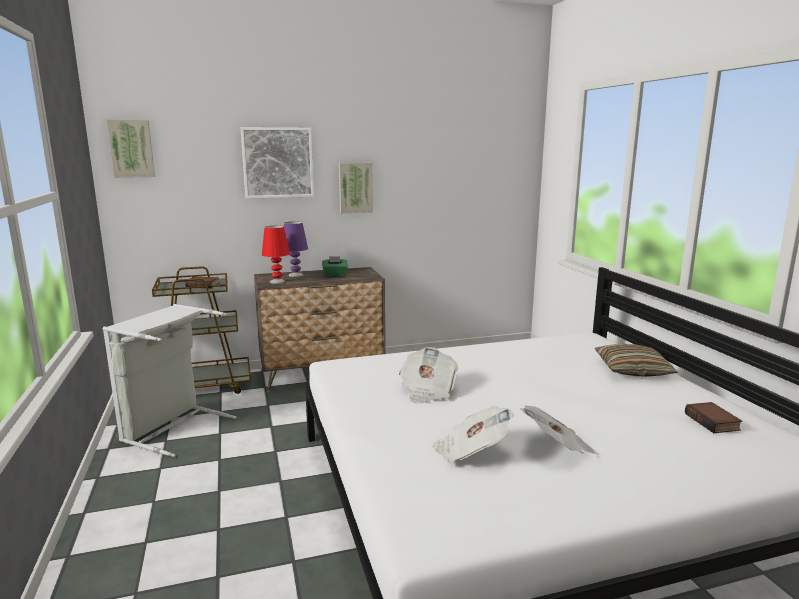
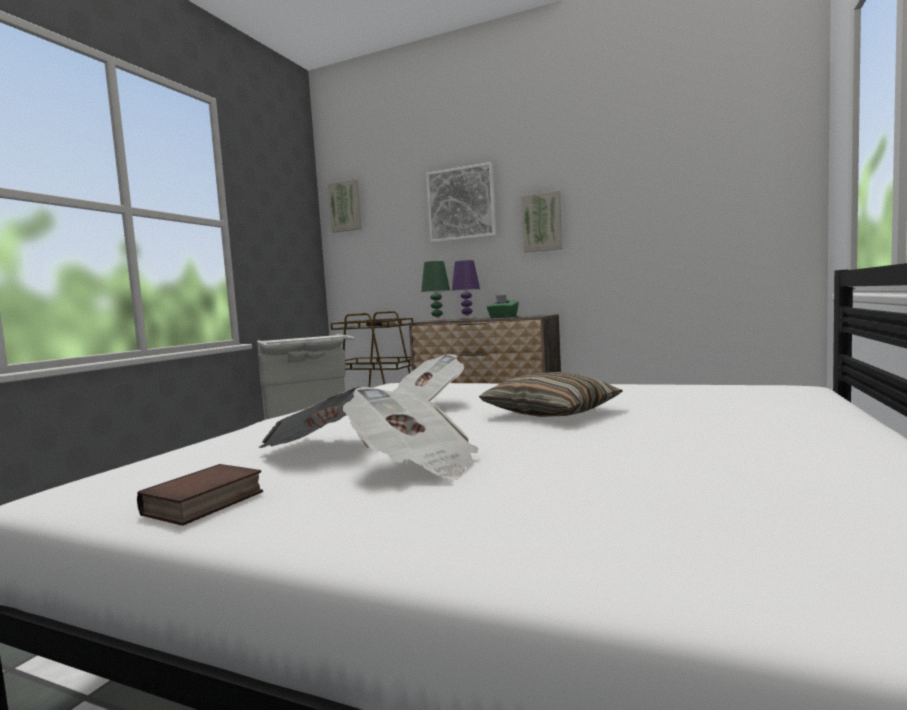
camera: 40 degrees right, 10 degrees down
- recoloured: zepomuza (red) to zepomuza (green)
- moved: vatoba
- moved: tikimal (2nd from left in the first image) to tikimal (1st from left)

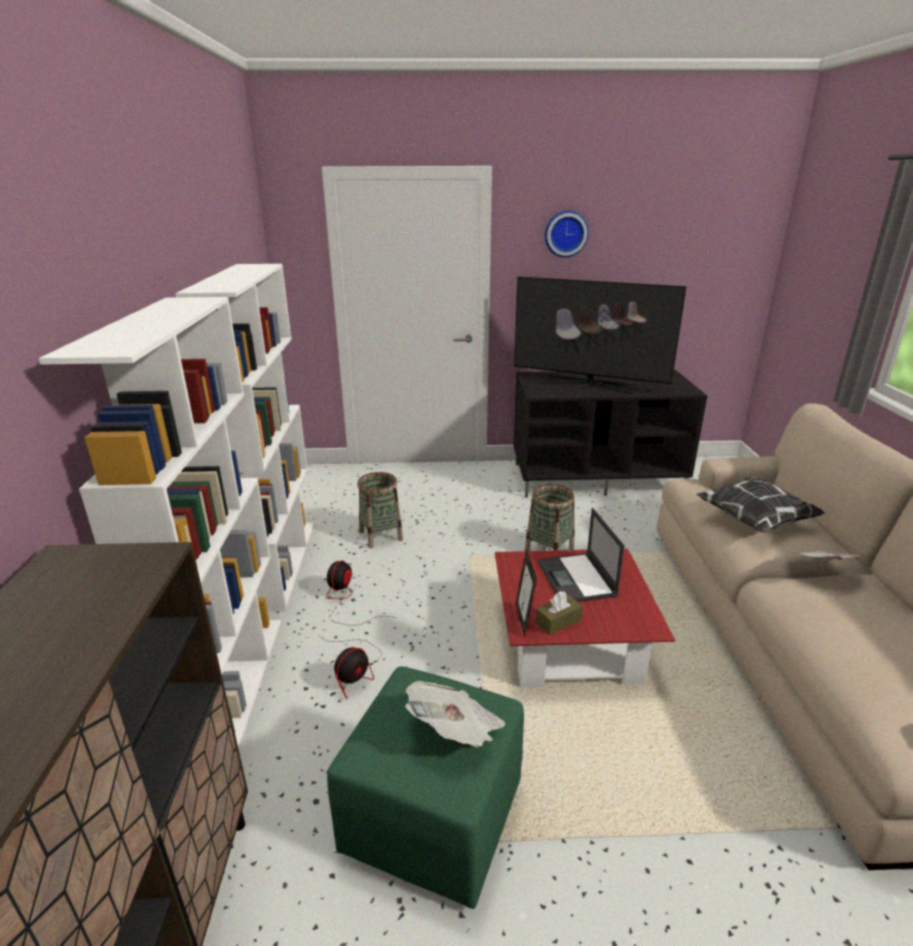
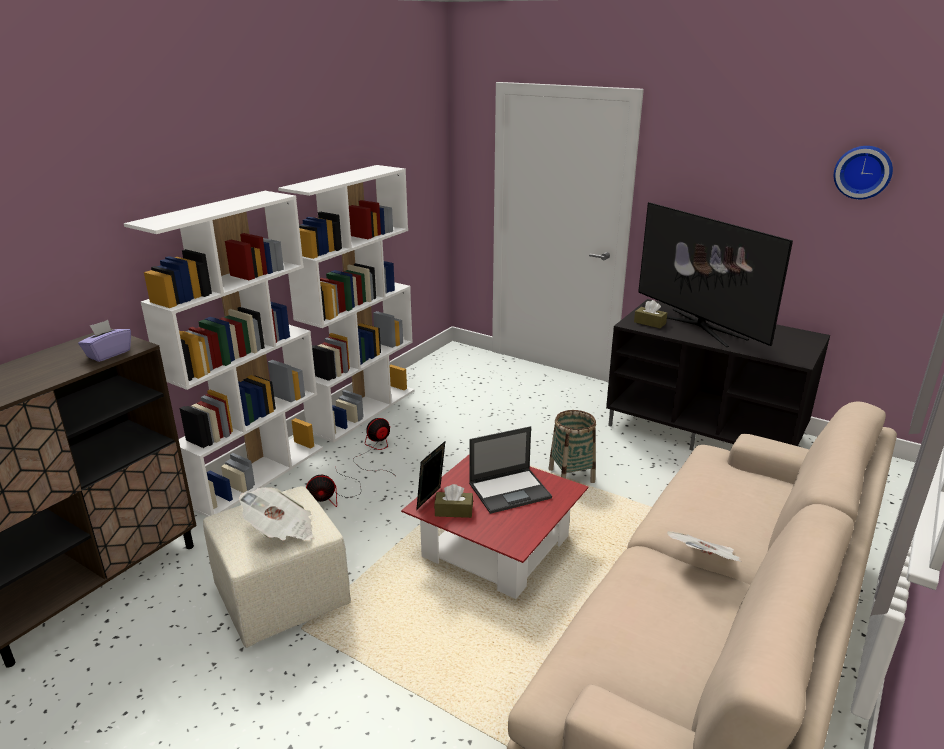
camera: 35 degrees right, 0 degrees up
- moved: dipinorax
- removed: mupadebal (1st from left)
- removed: vatoba
- turned: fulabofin 135 degrees counterclockwise
- recoloured: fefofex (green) to fefofex (beige)
- added: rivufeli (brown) (2nd from left)
- added: rivufeli (purple)

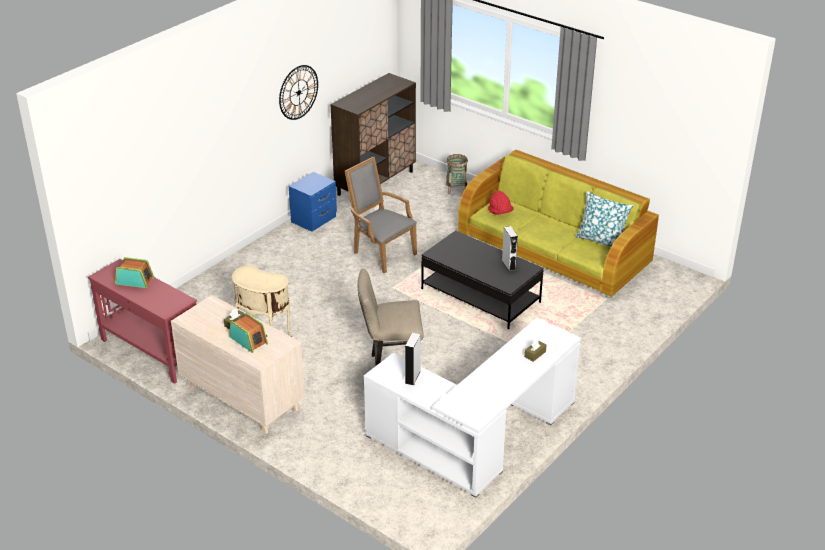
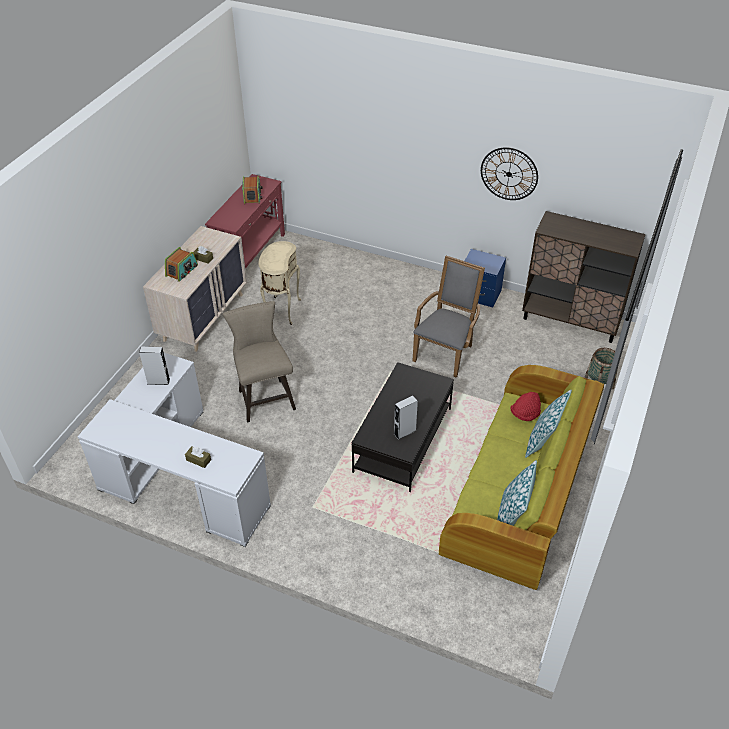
camera: 75 degrees right, 10 degrees up
- added: vatoba (2nd from left)

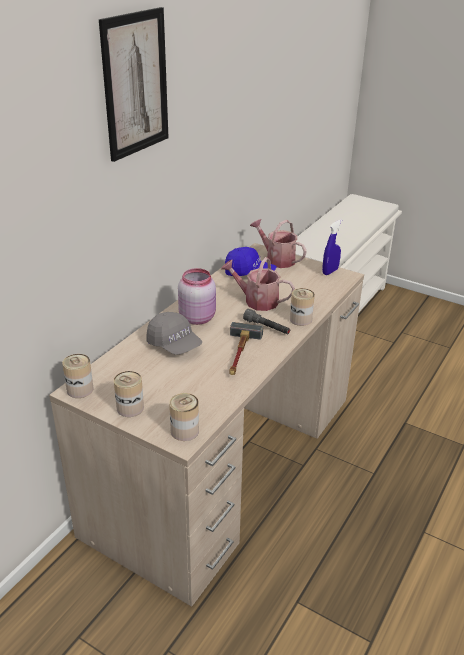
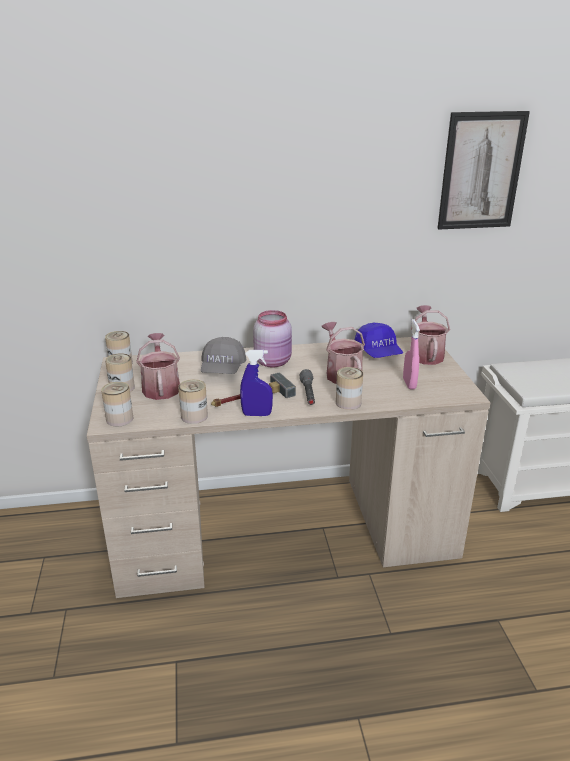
camera: 50 degrees right, 5 degrees down
- moved: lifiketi
- moved: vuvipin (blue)
- added: vuvipin (pink)
- added: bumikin (1st from left)
- added: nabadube (4th from left)

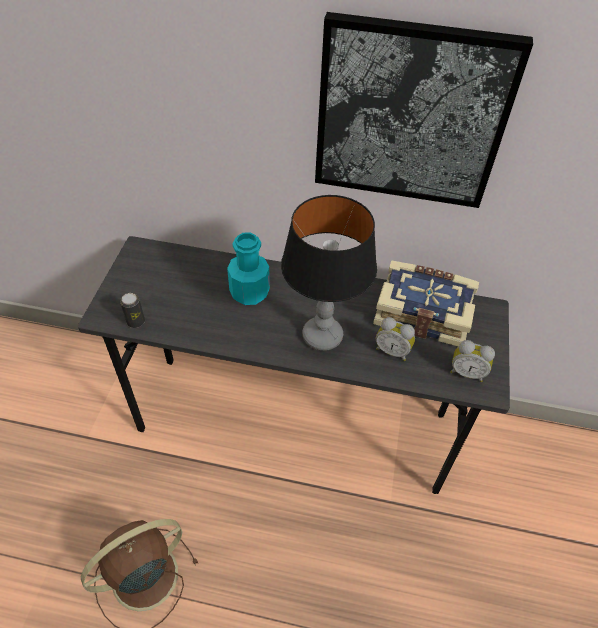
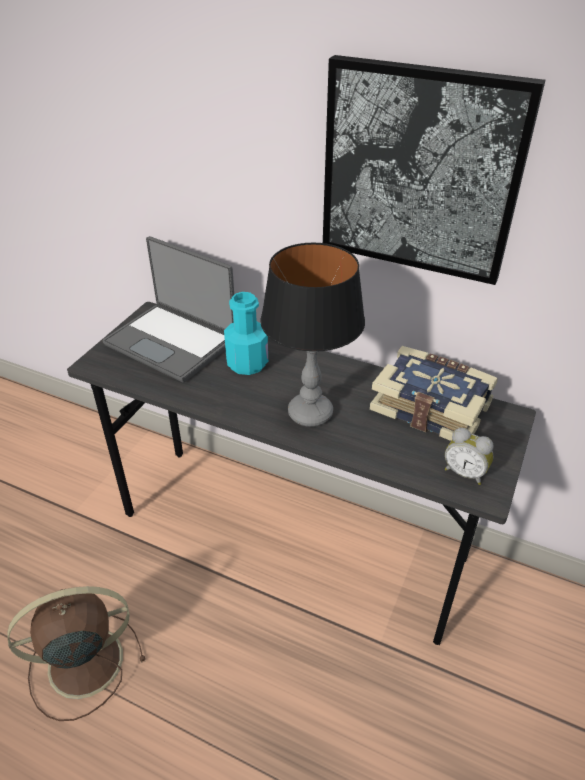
camera: 15 degrees right, 10 degrees down
- removed: nabadube
- removed: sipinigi (1st from left)
- added: fulabofin

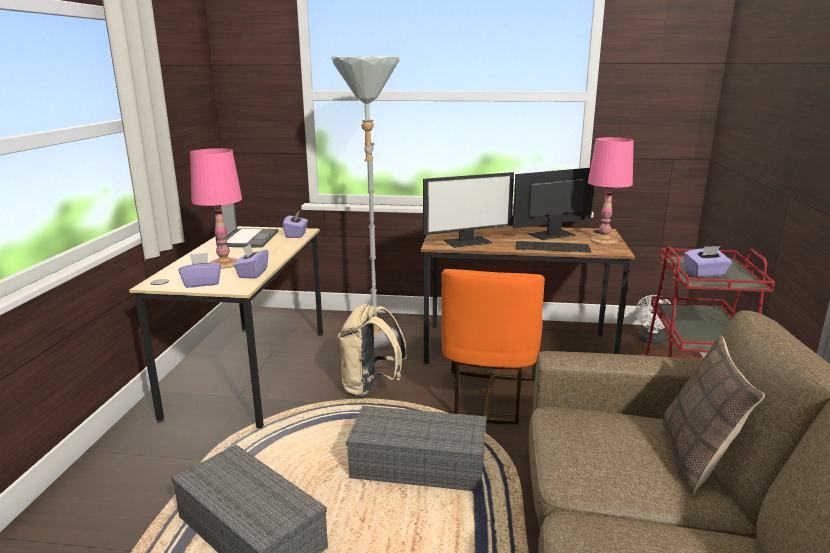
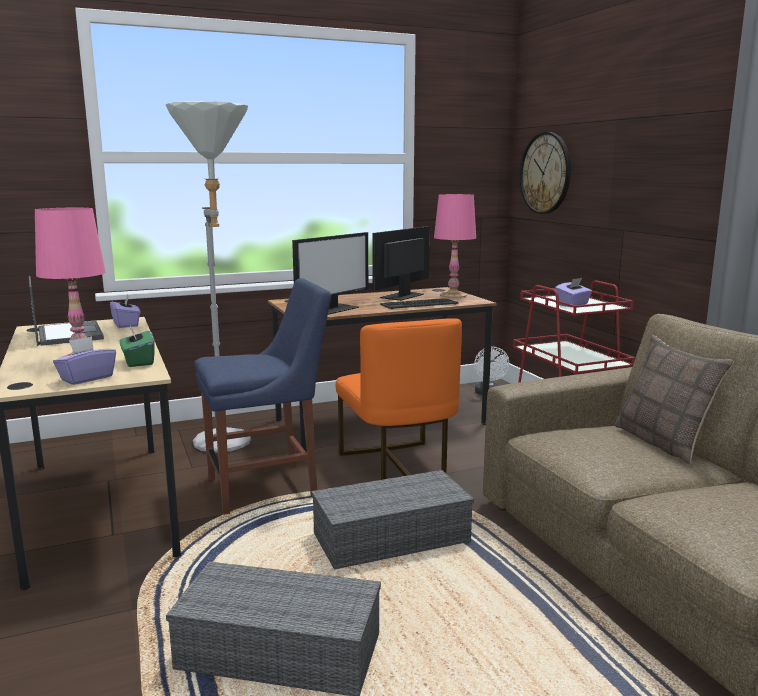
camera: 30 degrees left, 5 degrees down
- recoloured: rivufeli (purple) (2nd from left) to rivufeli (green)
- replaced: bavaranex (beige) to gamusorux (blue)
- added: dipinorax

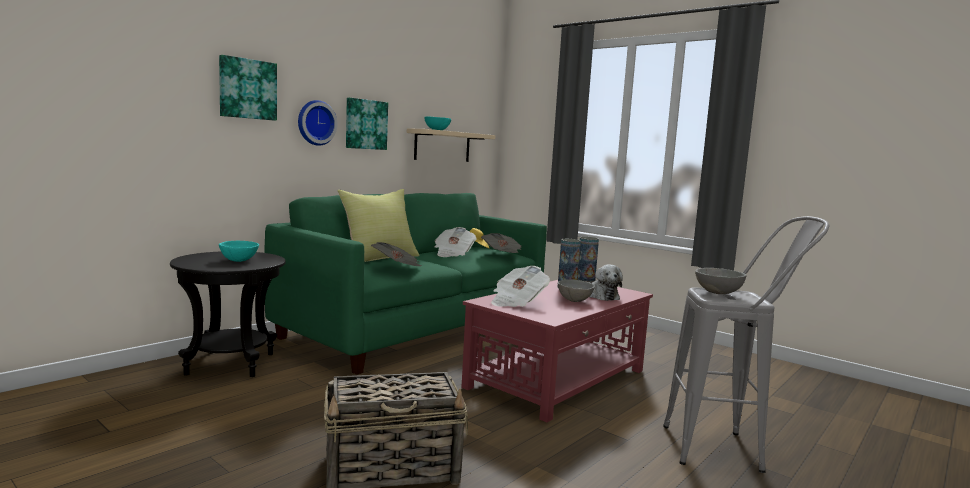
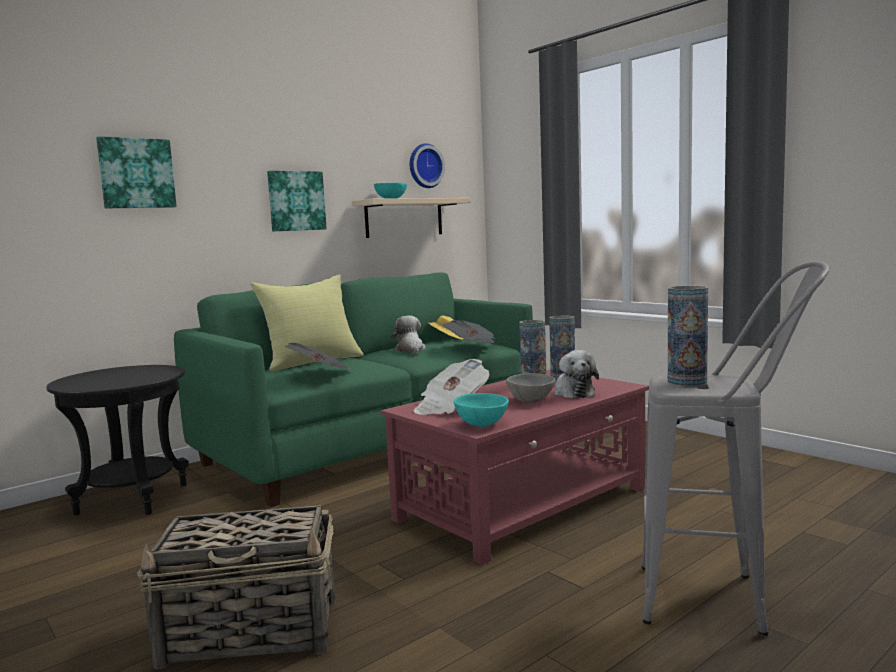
camera: 10 degrees right, 0 degrees up
- moved: dipinorax
- replaced: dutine (2nd from left) to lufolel (1st from left)
- moved: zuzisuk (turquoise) (1st from left in the first image) to zuzisuk (turquoise) (2nd from left)
- replaced: zuzisuk (grey) (2nd from left) to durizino (3rd from left)

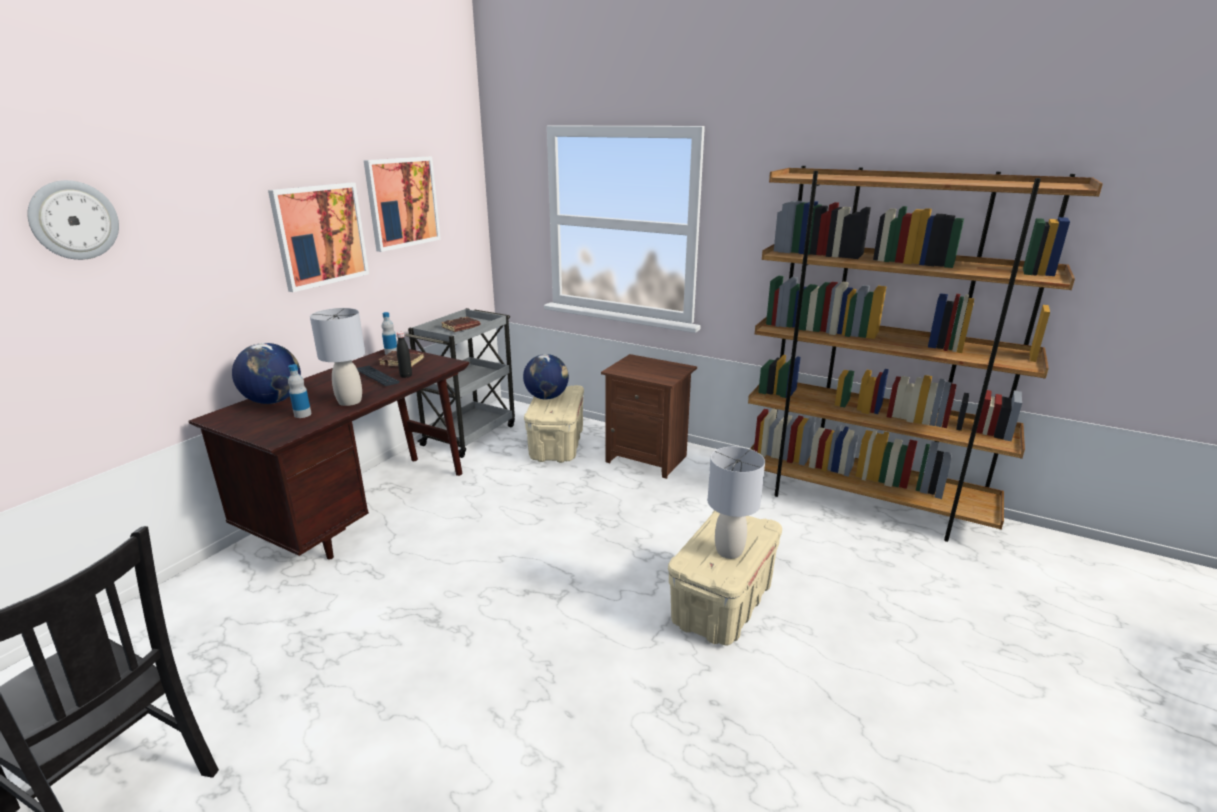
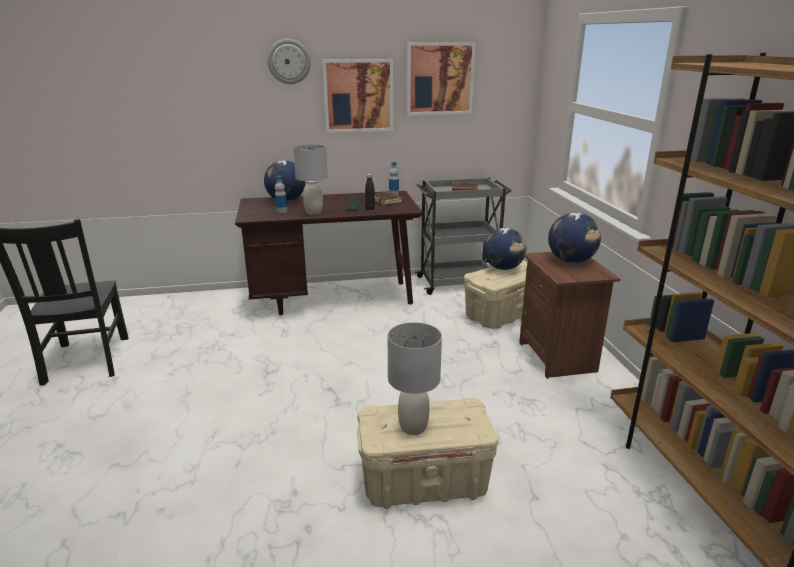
camera: 50 degrees right, 0 degrees up
- moved: dipinorax
- added: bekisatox (3rd from left)

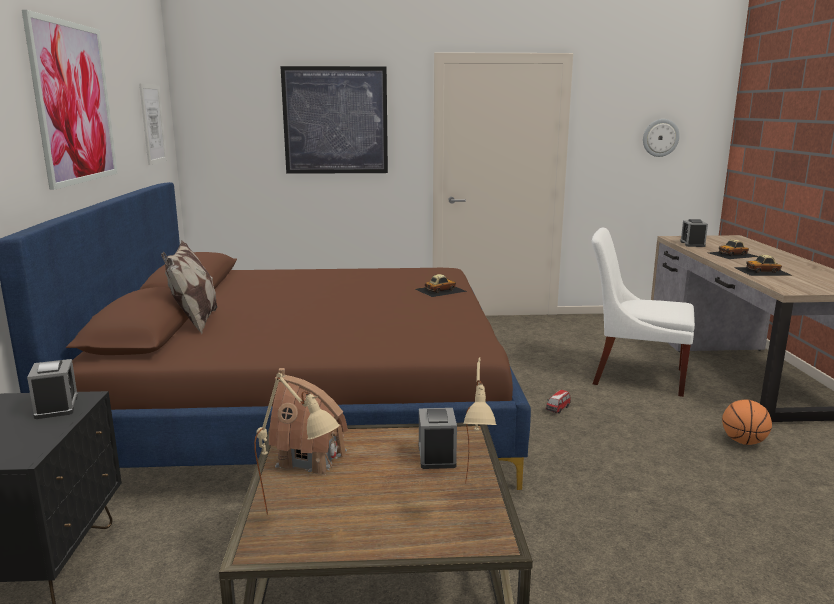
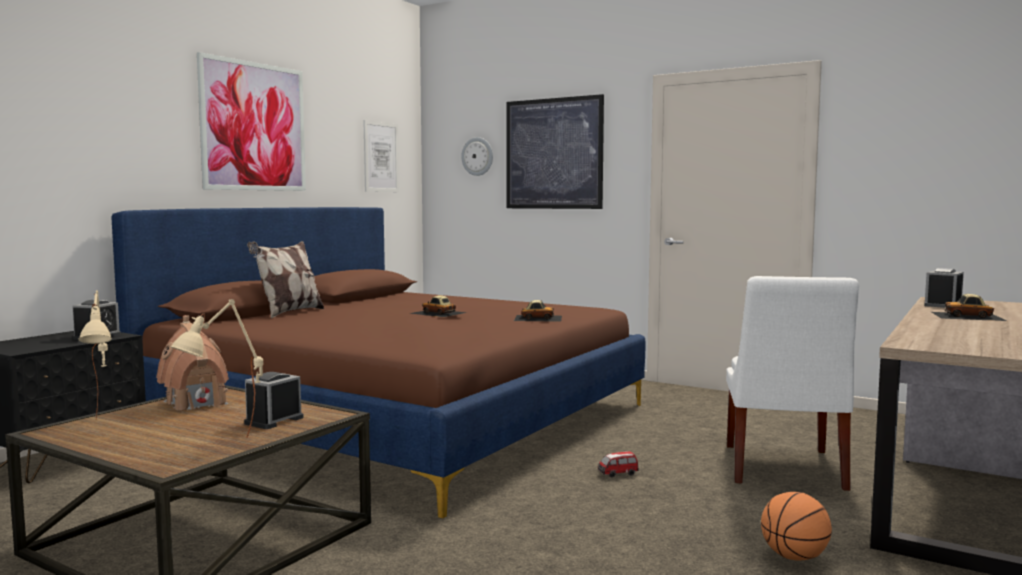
camera: 35 degrees right, 10 degrees down
- moved: dipinorax
- turned: gamusorux (white) 135 degrees counterclockwise
- moved: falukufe (4th from left in the first image) to falukufe (1st from left)

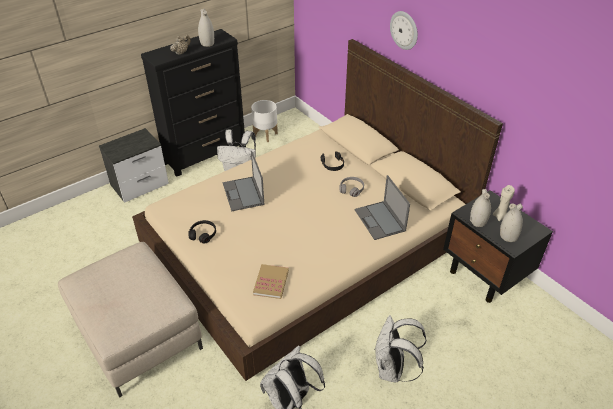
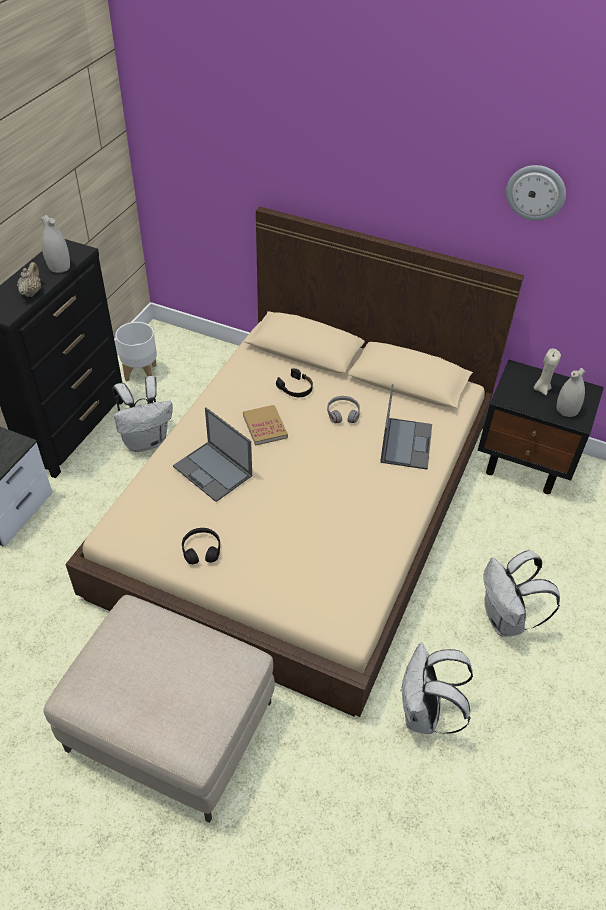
camera: 30 degrees left, 5 degrees up
- moved: dipinorax
- turned: fulabofin (2nd from left) 120 degrees counterclockwise
- removed: durizino (white) (2nd from left)
- moved: tikimal

